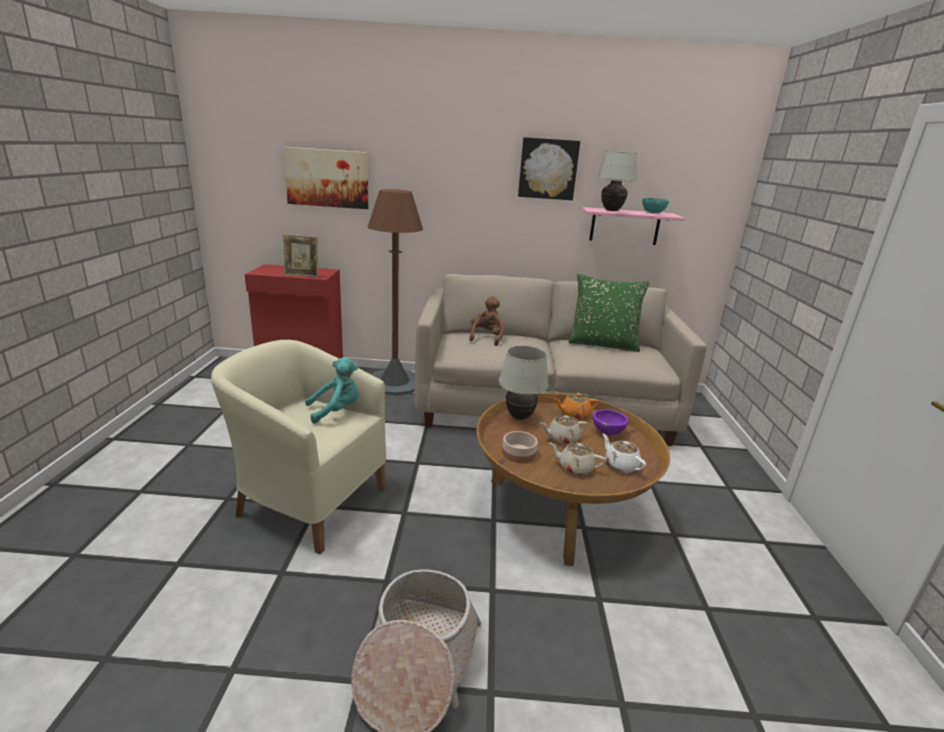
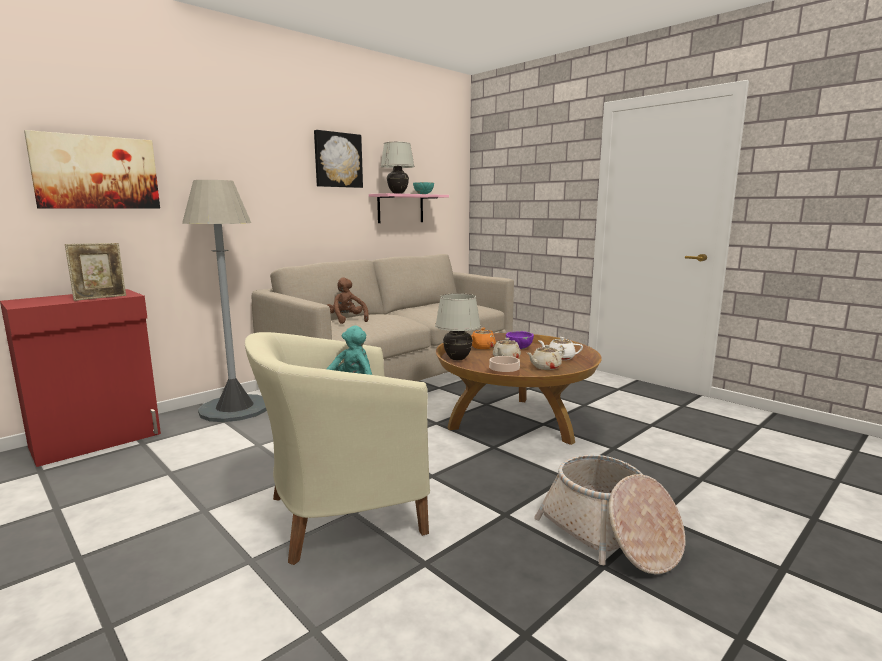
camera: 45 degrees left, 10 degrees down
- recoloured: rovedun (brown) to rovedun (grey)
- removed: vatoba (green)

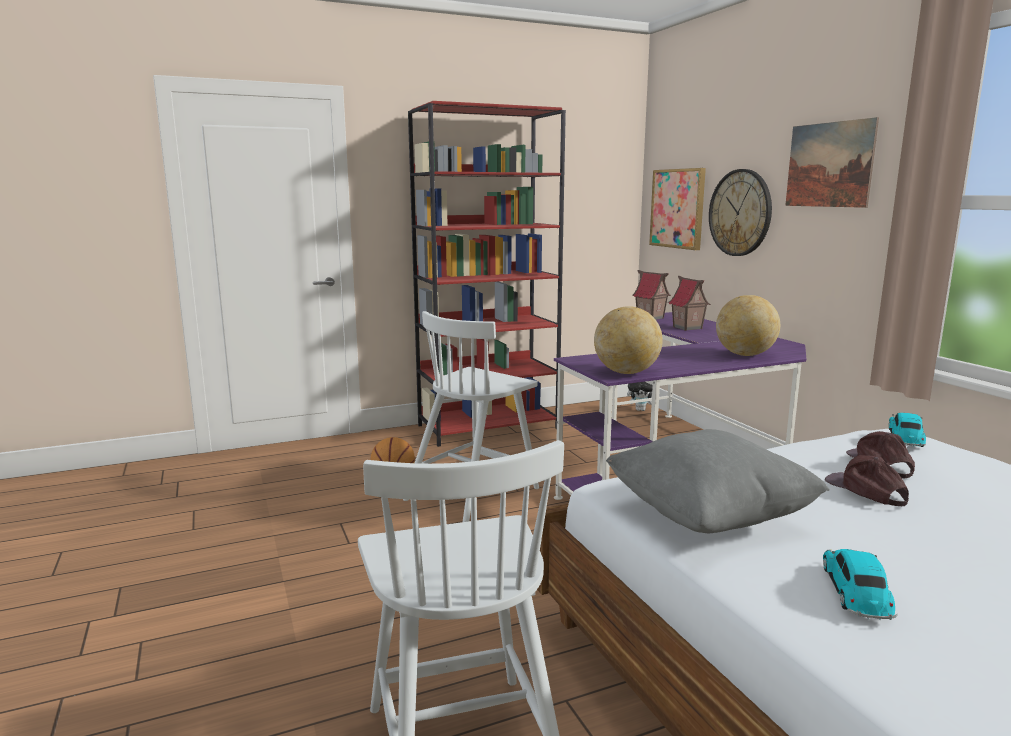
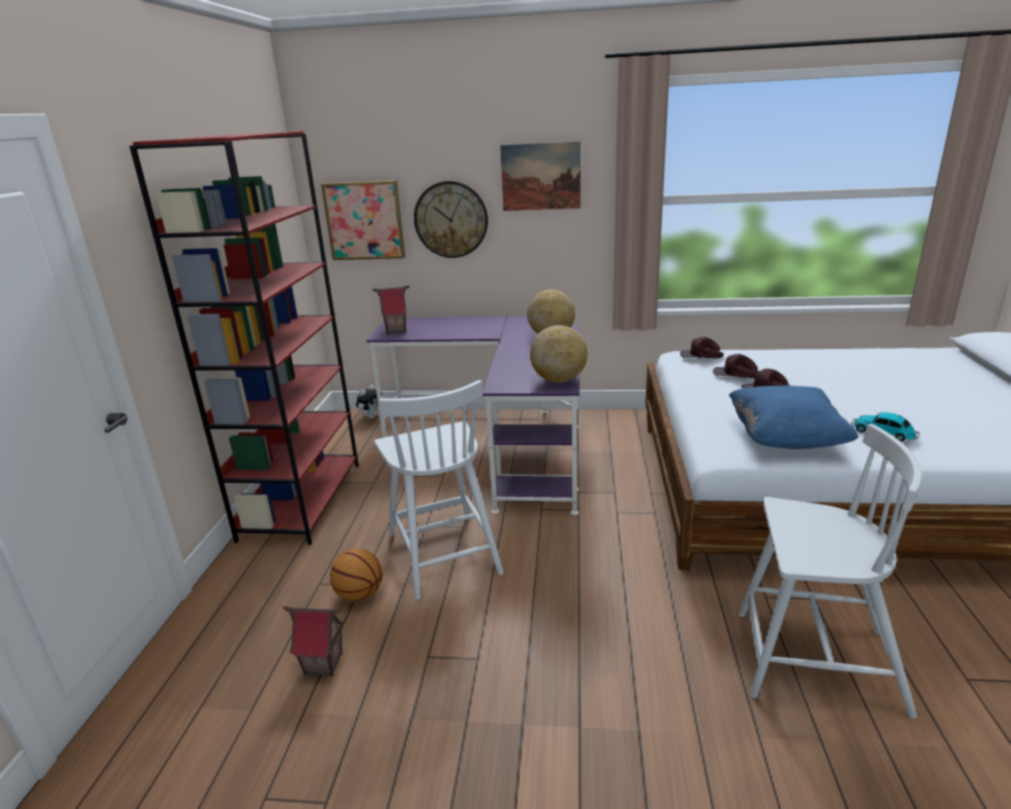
camera: 60 degrees left, 10 degrees up
- moved: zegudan (2nd from left in the first image) to zegudan (1st from left)
- replaced: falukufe (2nd from left) to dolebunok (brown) (1st from left)
- recoloured: vatoba (grey) to vatoba (blue)

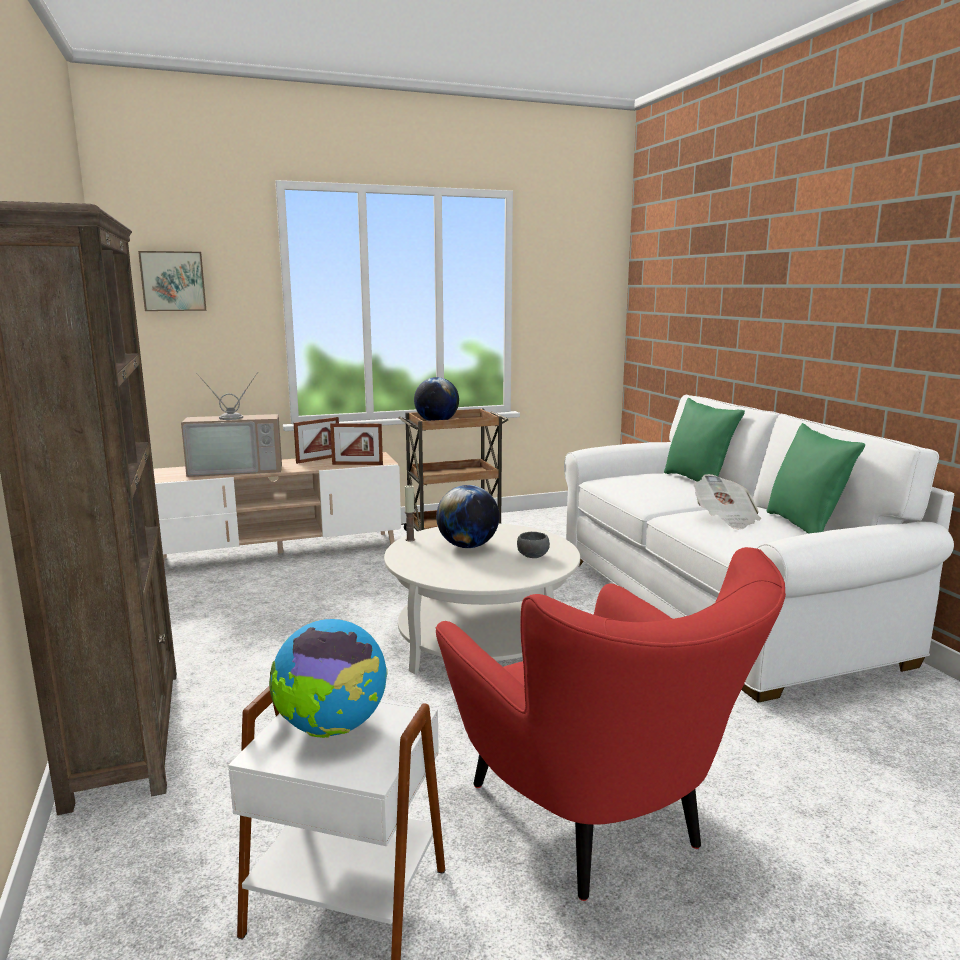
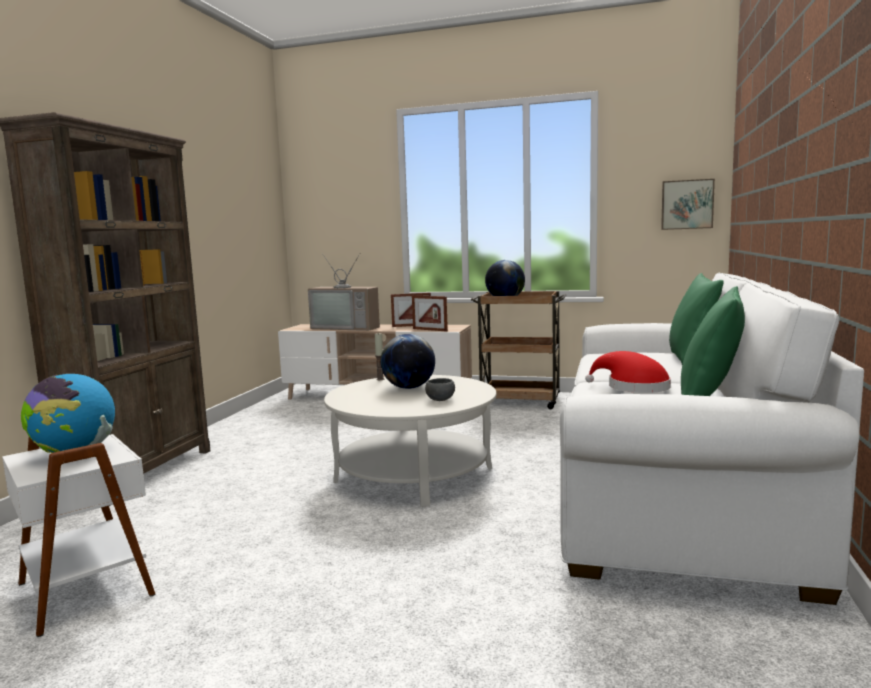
camera: 35 degrees right, 5 degrees down
- moved: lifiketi
- replaced: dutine to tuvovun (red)
- removed: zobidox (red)

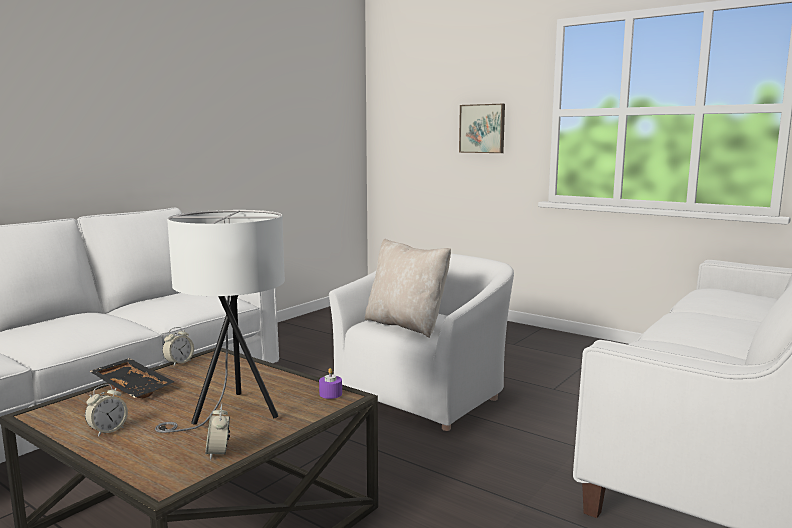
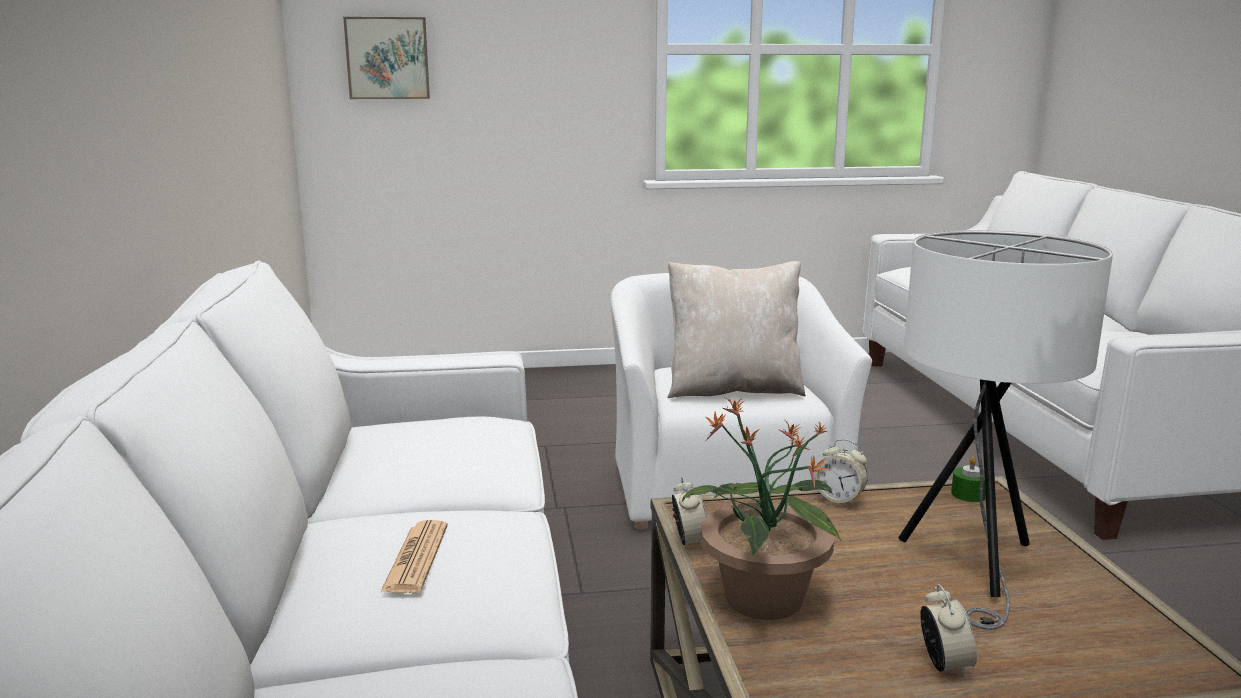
camera: 45 degrees left, 5 degrees up
- moved: lifiketi
- replaced: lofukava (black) to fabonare
- recoloured: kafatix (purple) to kafatix (green)
- moved: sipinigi (3rd from left in the first image) to sipinigi (2nd from left)
- added: dutine

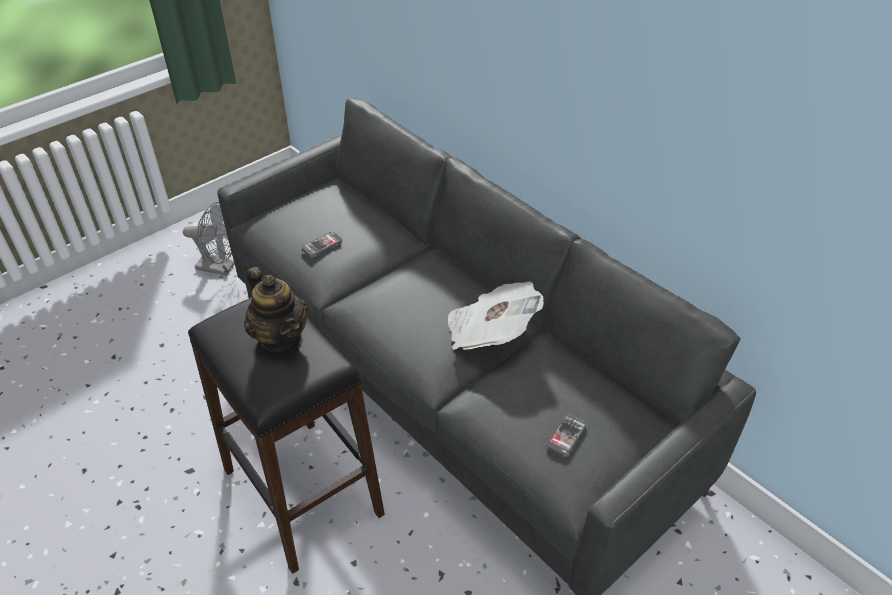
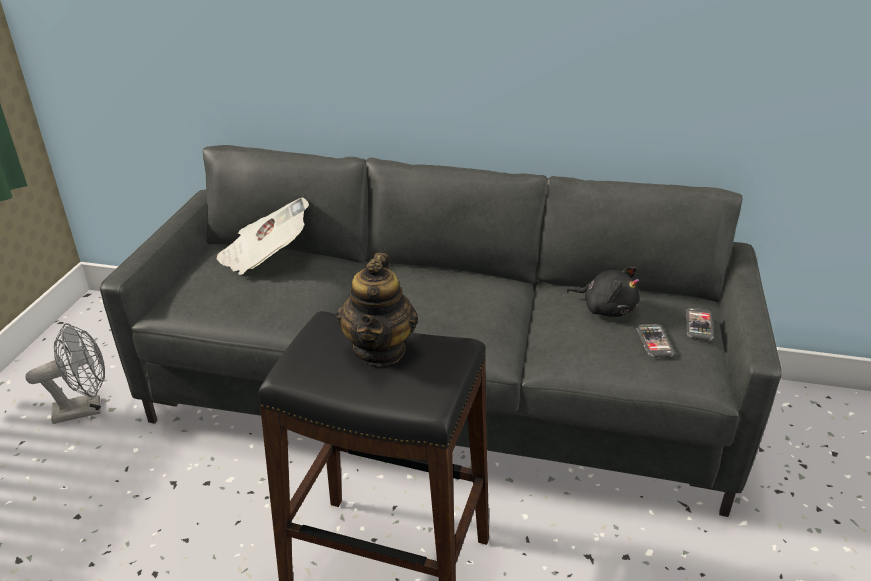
camera: 35 degrees left, 10 degrees down
- moved: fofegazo (1st from left in the first image) to fofegazo (2nd from left)
- turned: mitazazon 75 degrees clockwise
- moved: dutine
- added: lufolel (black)

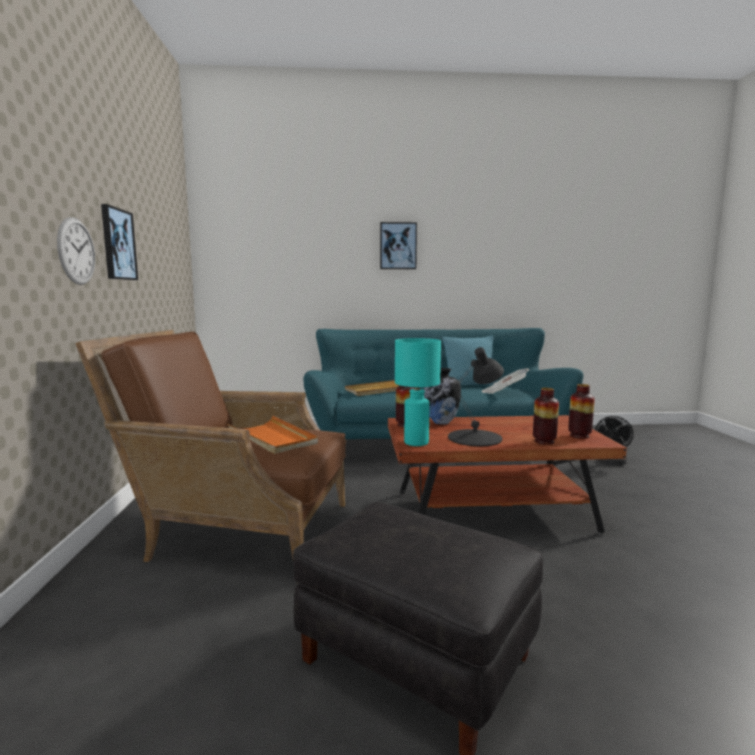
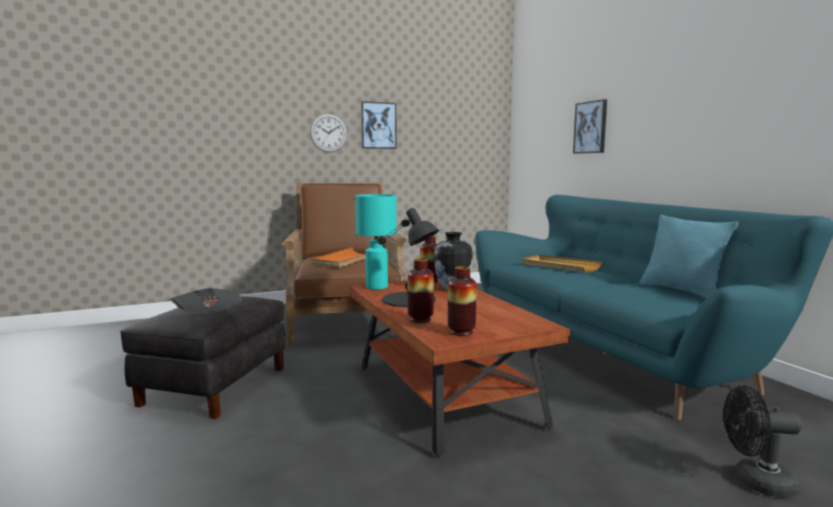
camera: 70 degrees right, 0 degrees up
- moved: lifiketi (2nd from left)
- moved: dutine

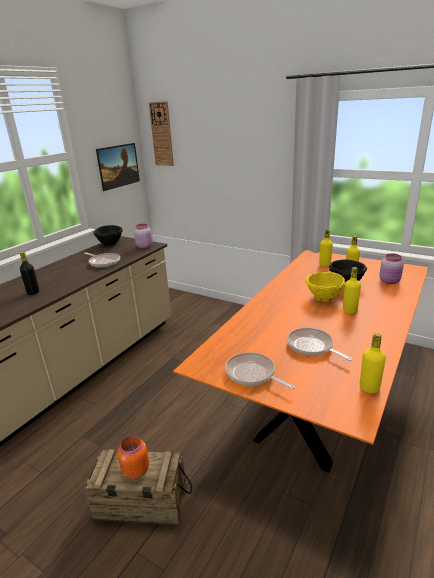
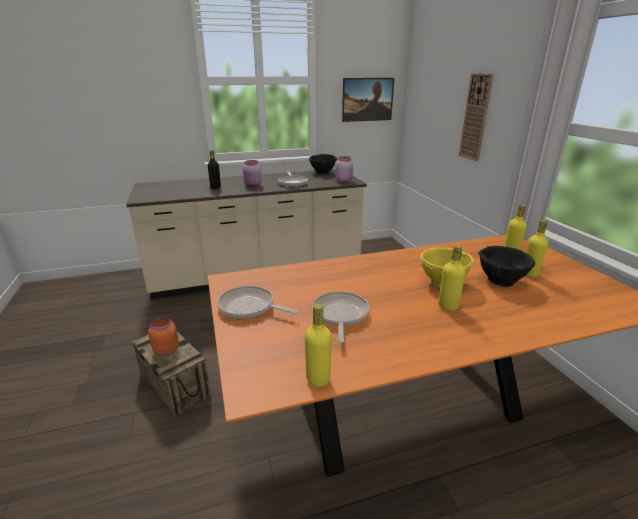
camera: 40 degrees right, 0 degrees up
- moved: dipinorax
- moved: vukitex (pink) (2nd from left in the first image) to vukitex (pink) (1st from left)
- turned: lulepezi (2nd from left in the first image) 60 degrees counterclockwise

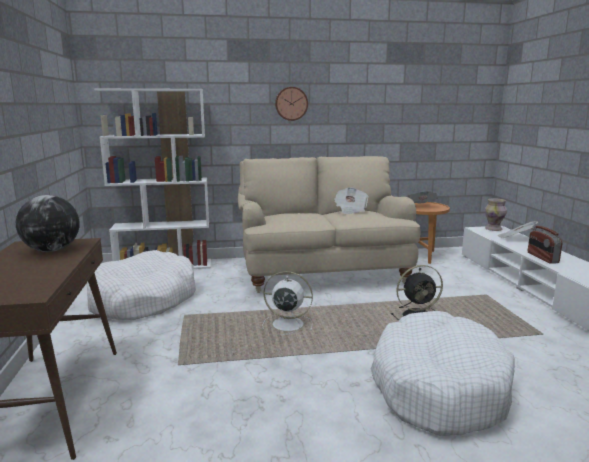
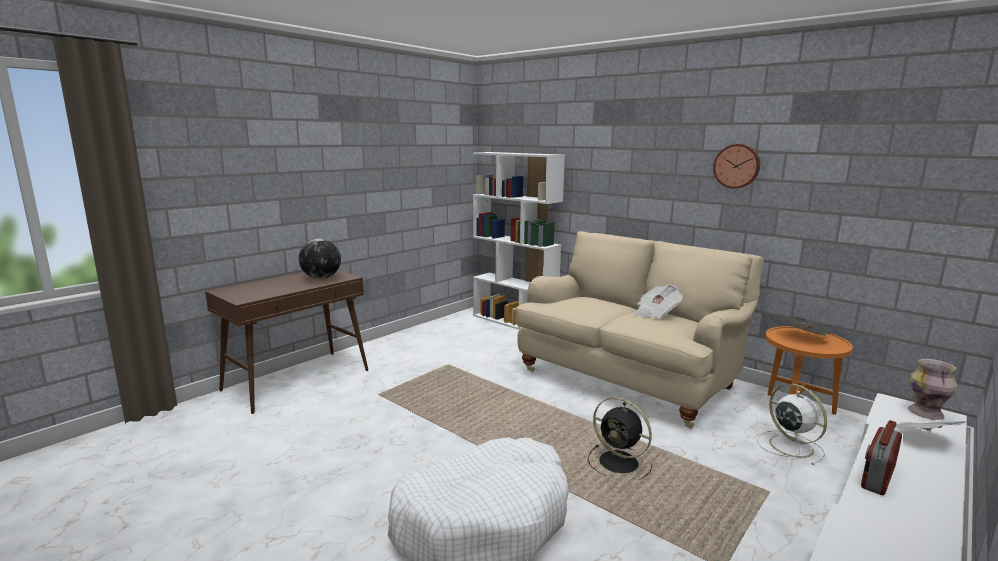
camera: 50 degrees right, 0 degrees up
- moved: dipinorax
- removed: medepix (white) (1st from left)
- moved: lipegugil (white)

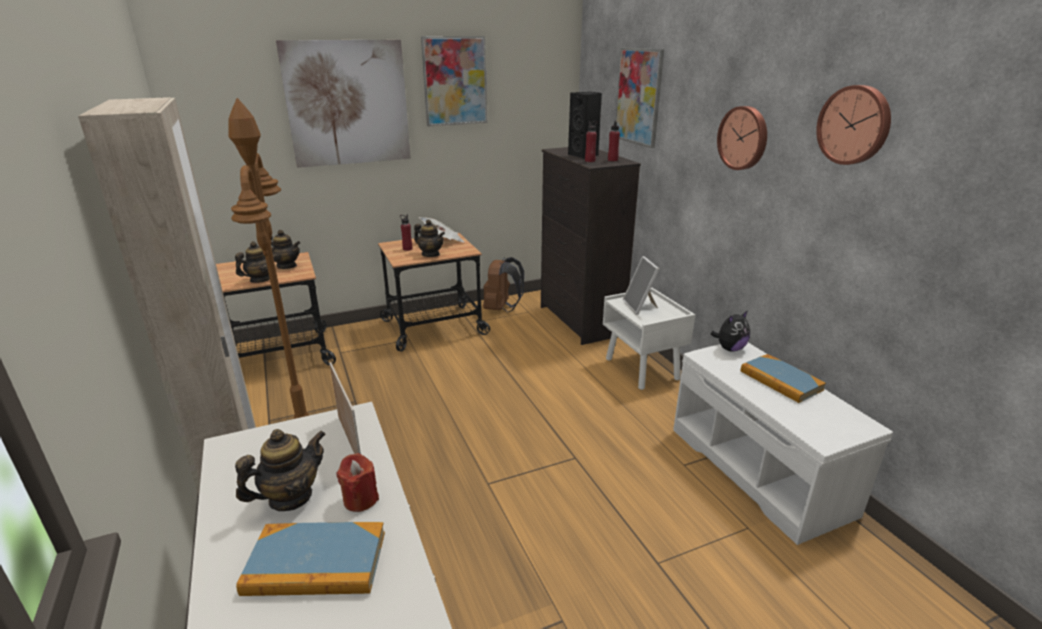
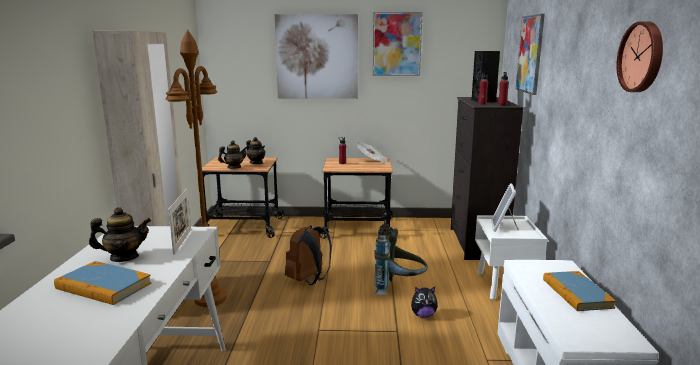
camera: 25 degrees right, 10 degrees down
- removed: dipinorax (1st from left)
- removed: mitazazon (4th from left)
- moved: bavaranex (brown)
- moved: lufolel
- removed: kafatix (red)
- added: bavaranex (grey)

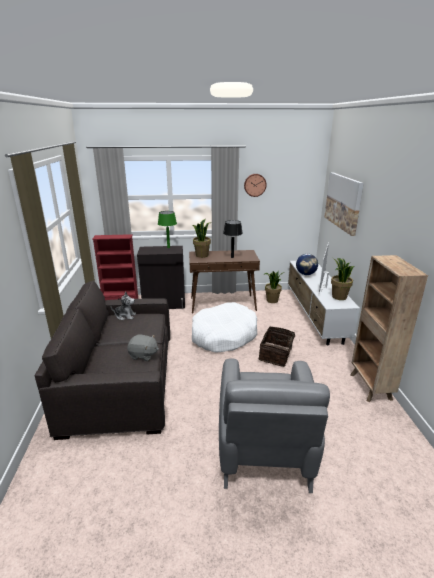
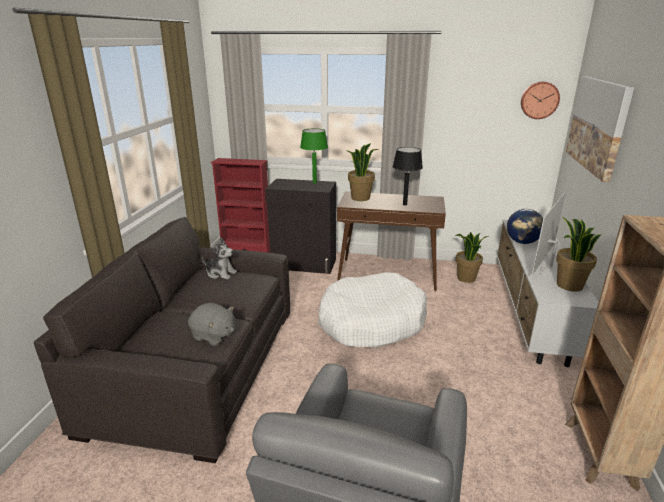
camera: 15 degrees right, 0 degrees up
- moved: dipinorax
- removed: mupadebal

